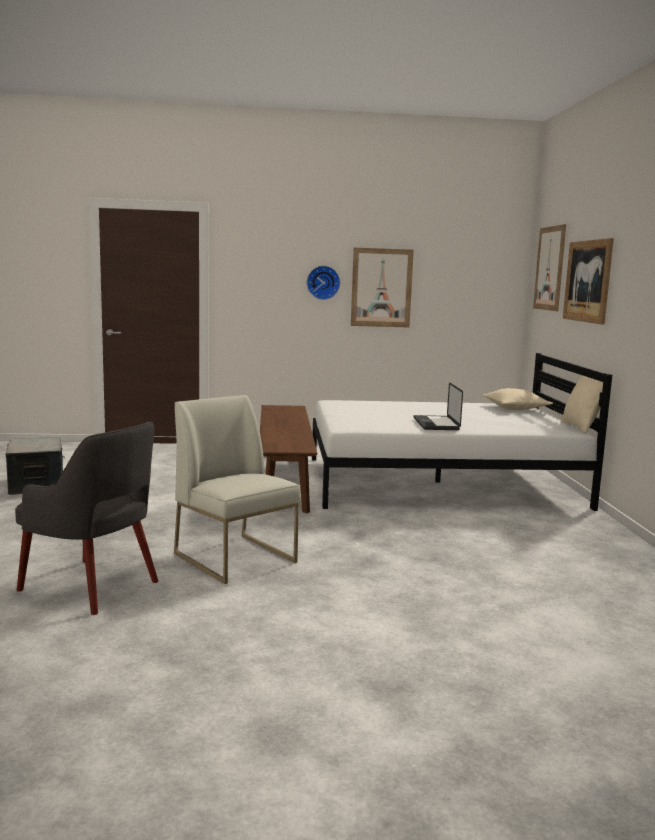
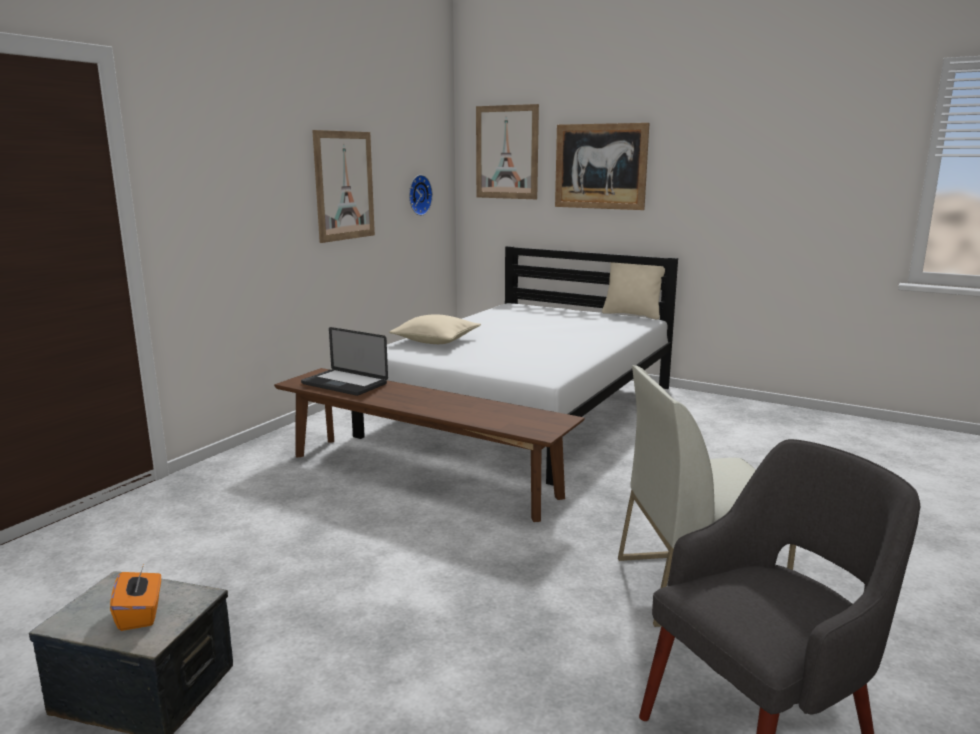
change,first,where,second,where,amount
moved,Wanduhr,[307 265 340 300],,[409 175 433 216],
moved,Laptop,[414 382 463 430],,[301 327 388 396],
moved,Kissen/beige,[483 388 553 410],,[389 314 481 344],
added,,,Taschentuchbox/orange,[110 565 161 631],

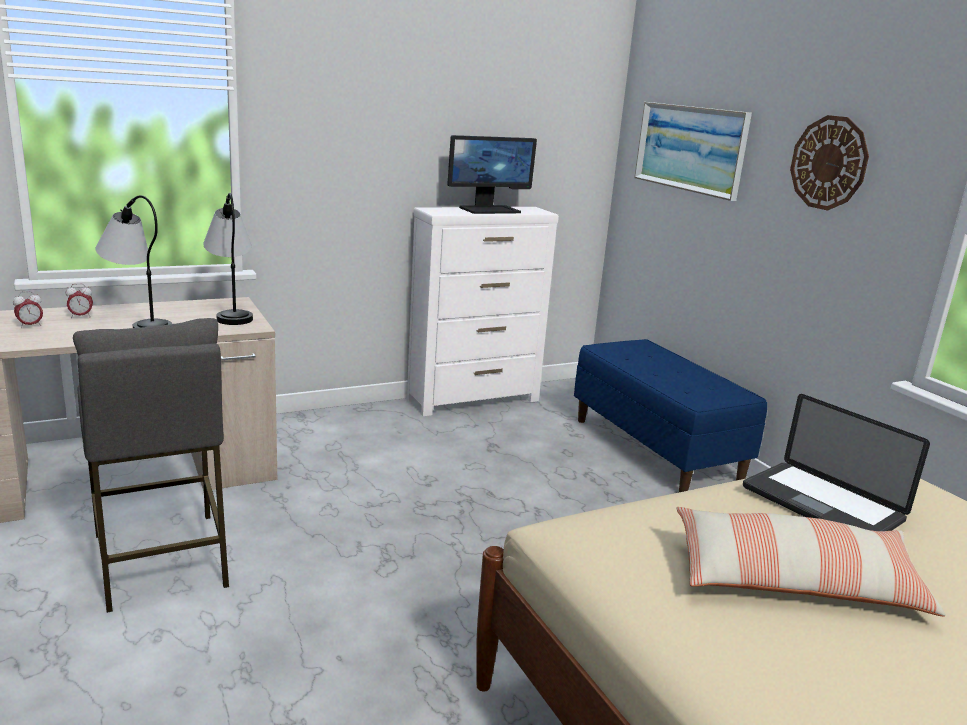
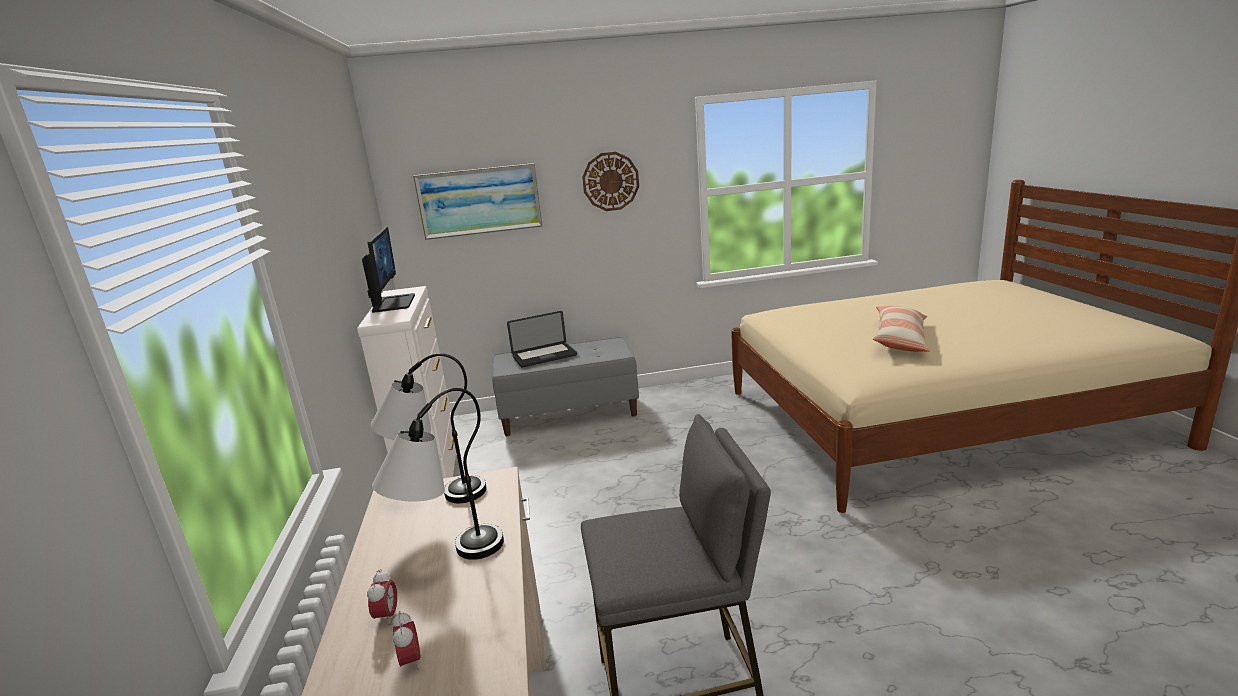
change,first,where,second,where,amount
recoloured,Bank/blau,[574 339 767 492],Bank/grau,[492 337 639 436],
moved,Laptop,[743 394 930 531],,[507 311 577 367],

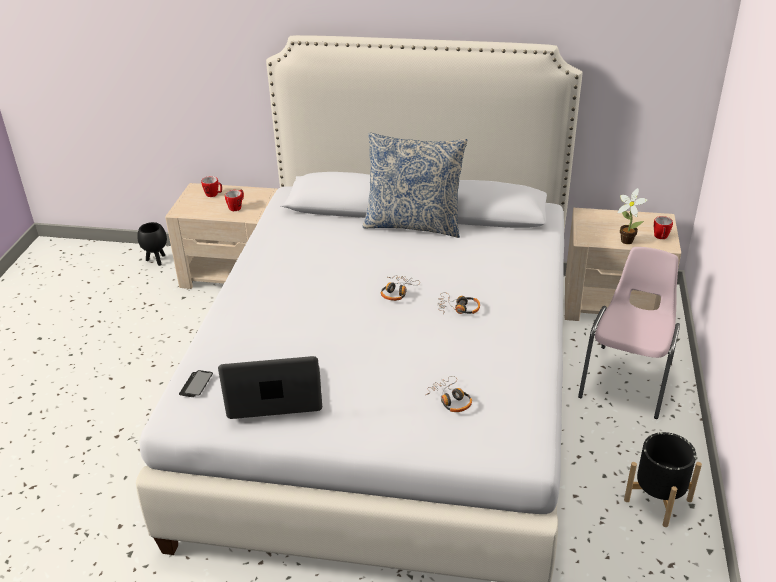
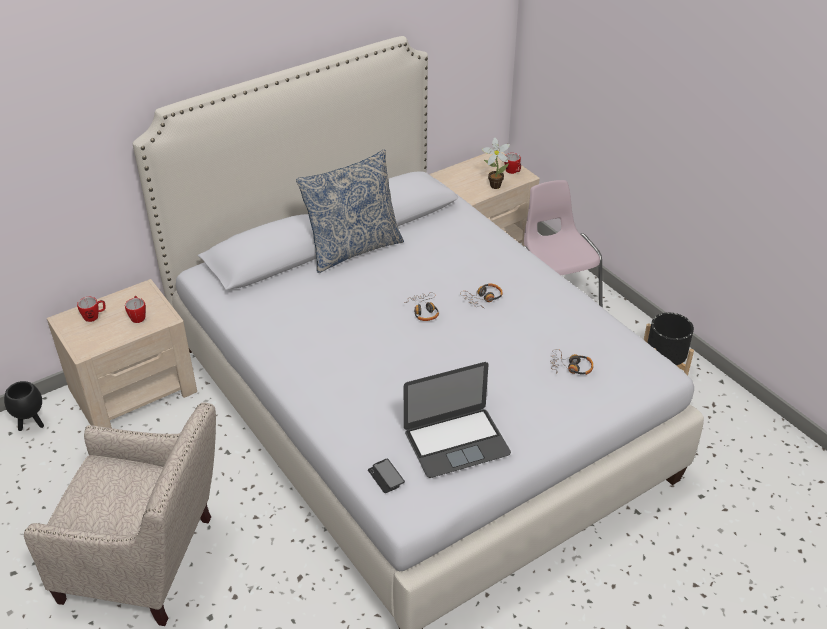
change,first,where,second,where,amount
turned,Laptop,[218 356 322 419],,[404 362 511 478],150 degrees counterclockwise
added,,,Sessel/beige,[24 402 216 626],

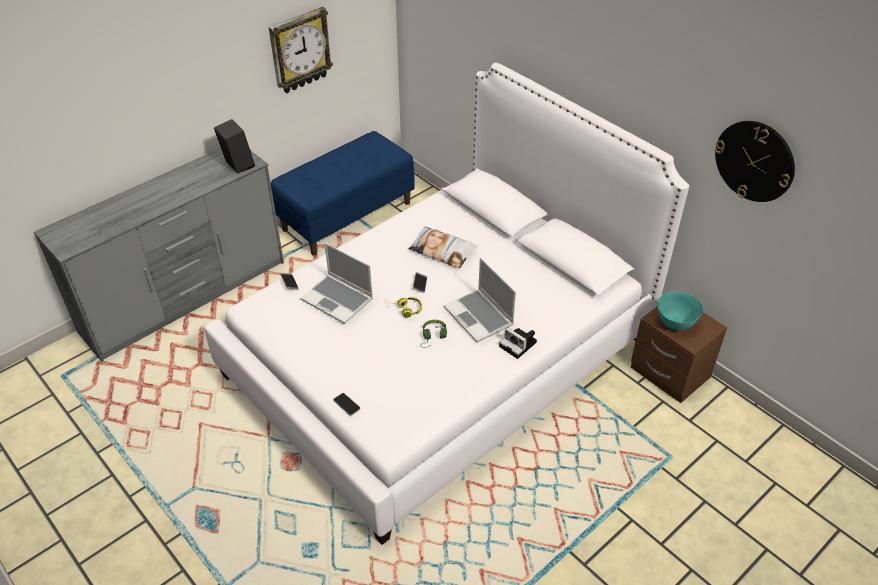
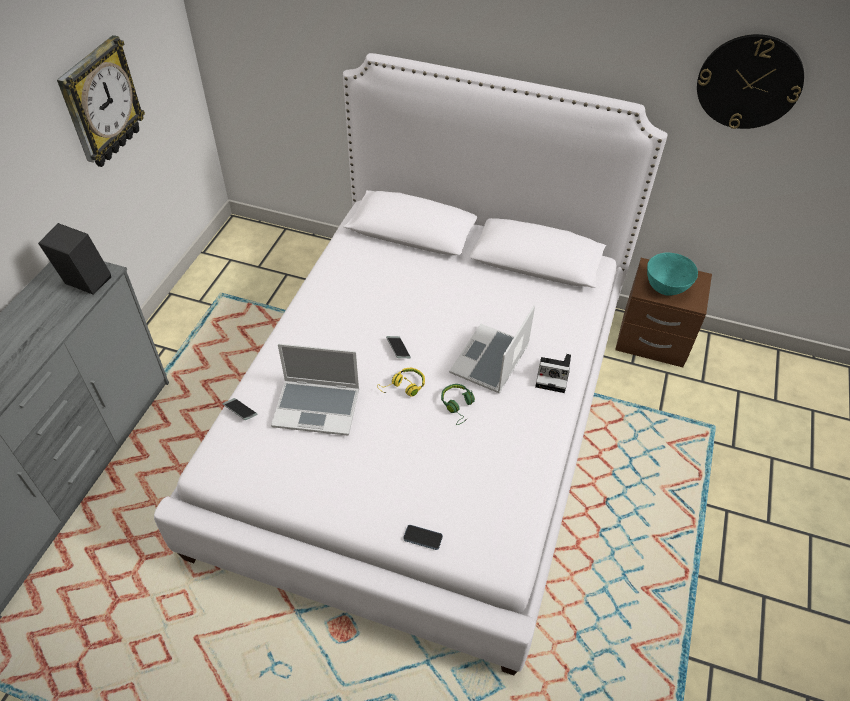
change,first,where,second,where,amount
removed,Bank/blau,[271 131 415 255],,,
removed,Kissen,[409 227 478 268],,,
turned,Laptop,[444 257 516 342],,[449 305 535 394],90 degrees clockwise

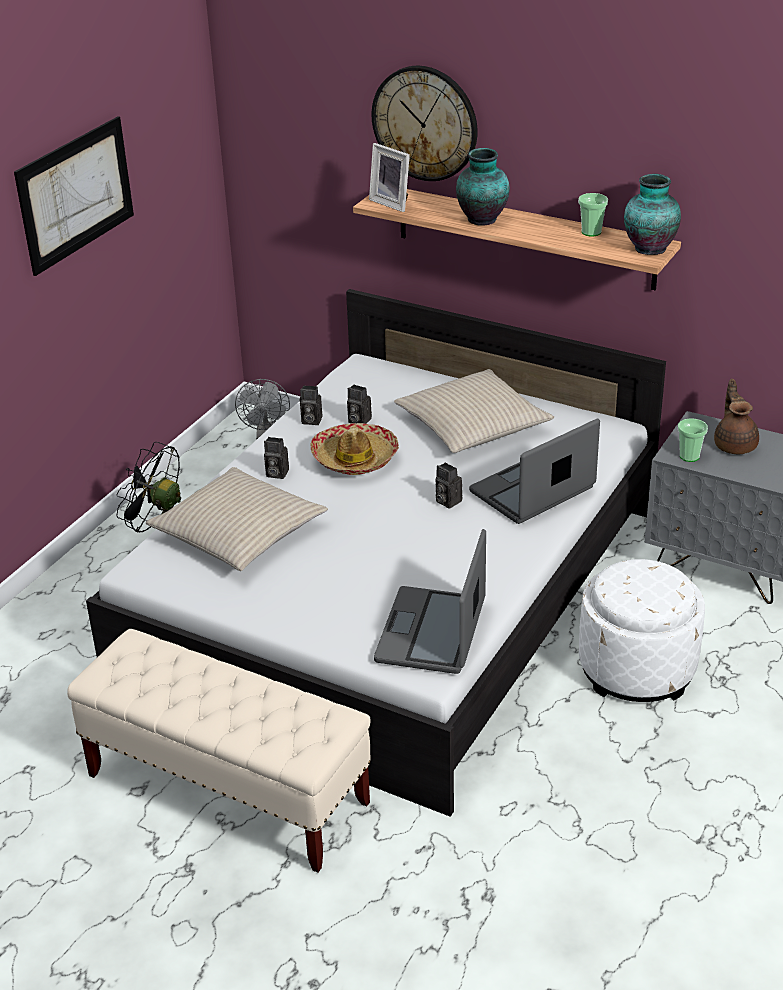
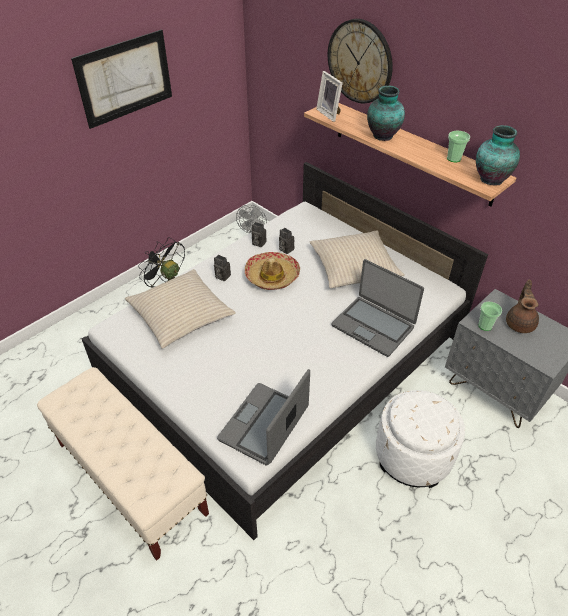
change,first,where,second,where,amount
turned,Laptop,[469 418 600 524],,[332 259 424 357],120 degrees counterclockwise
removed,Kamera,[435 462 462 509],,,

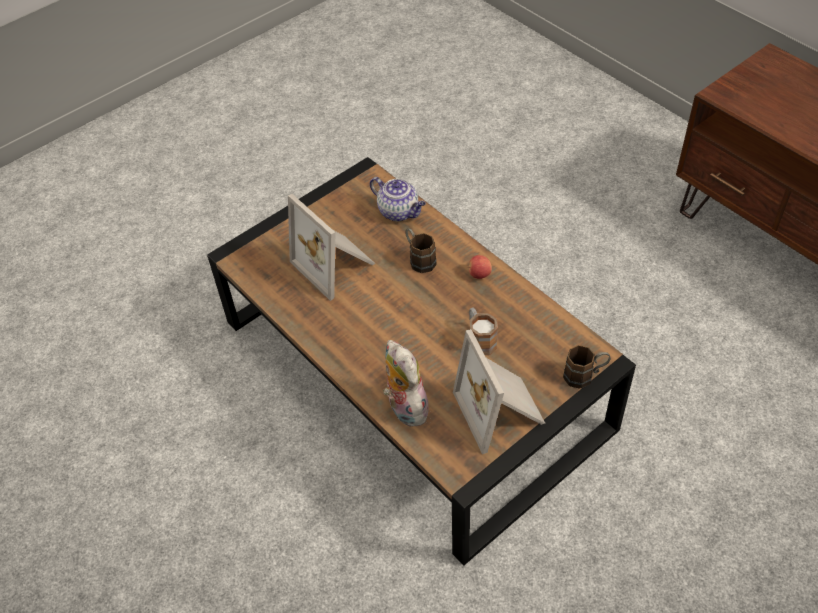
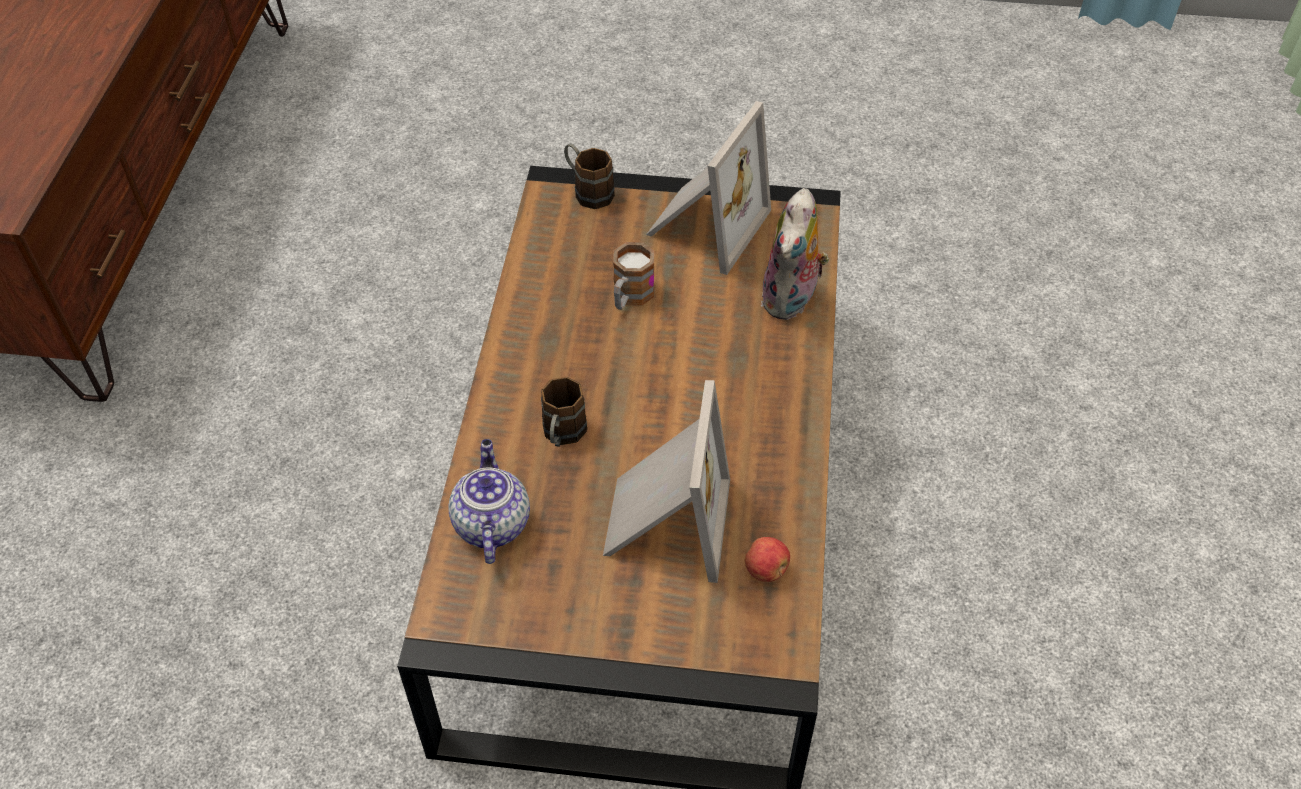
change,first,where,second,where,amount
moved,Apfel,[468 255 492 279],,[745 537 790 582],

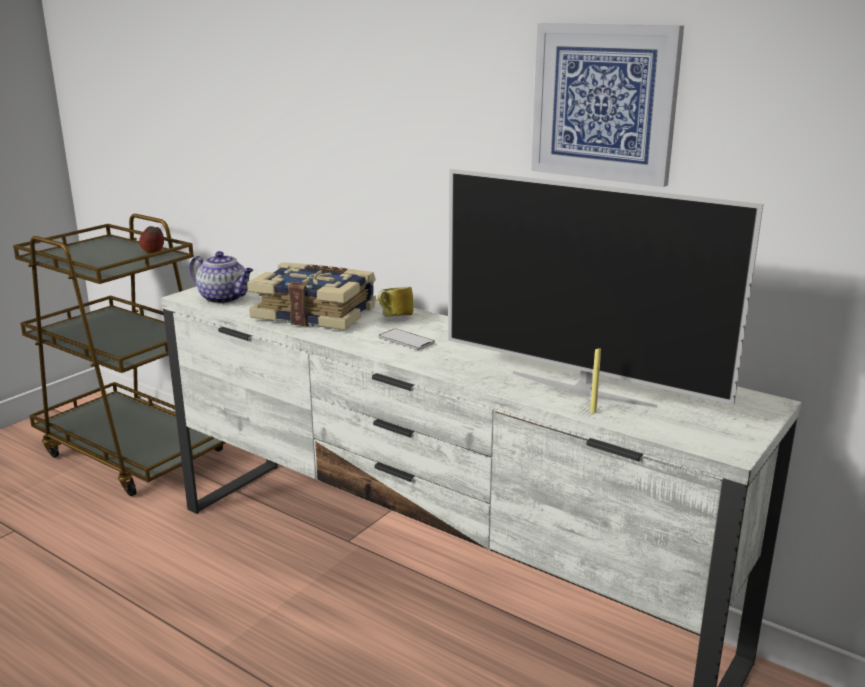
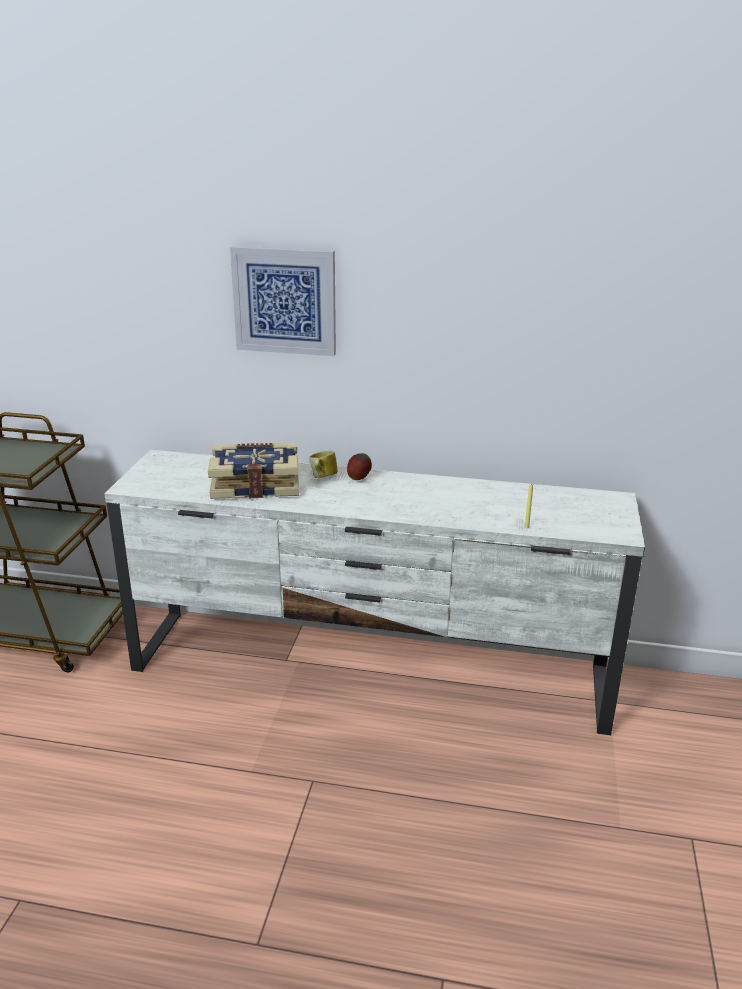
change,first,where,second,where,amount
moved,Bild,[531 23 684 187],,[230 246 336 356],
removed,Fernseher,[448 169 764 408],,,
moved,Apfel,[139 226 164 254],,[347 453 372 480],
removed,Teekanne,[189 251 253 304],,,
removed,Handy,[378 329 435 350],,,

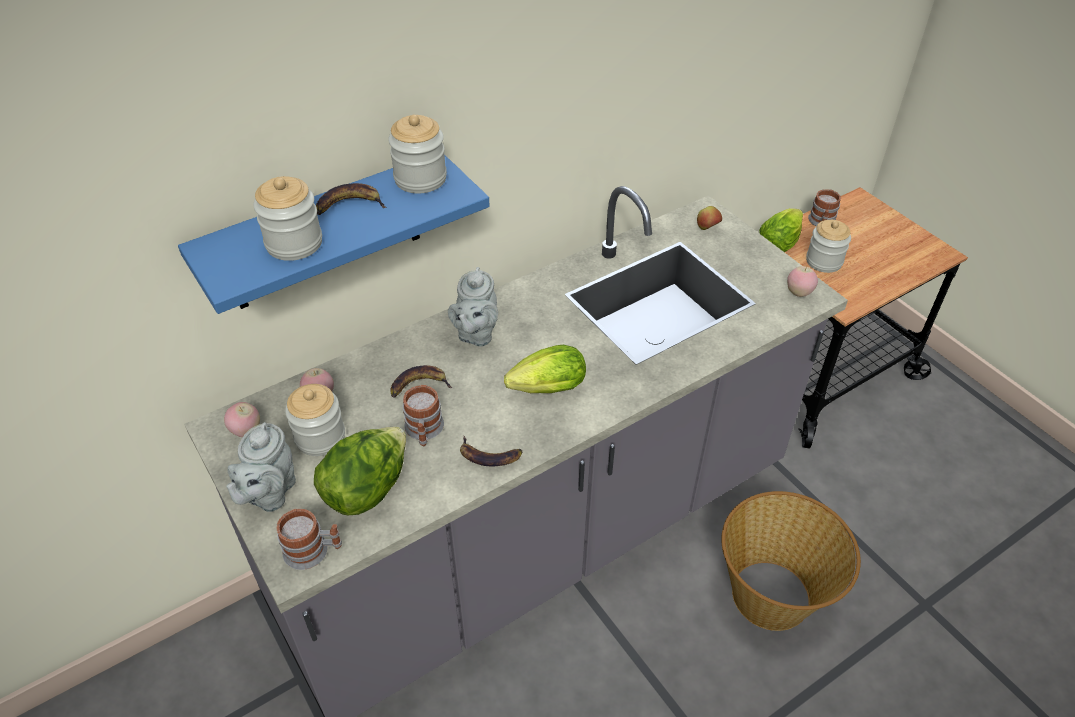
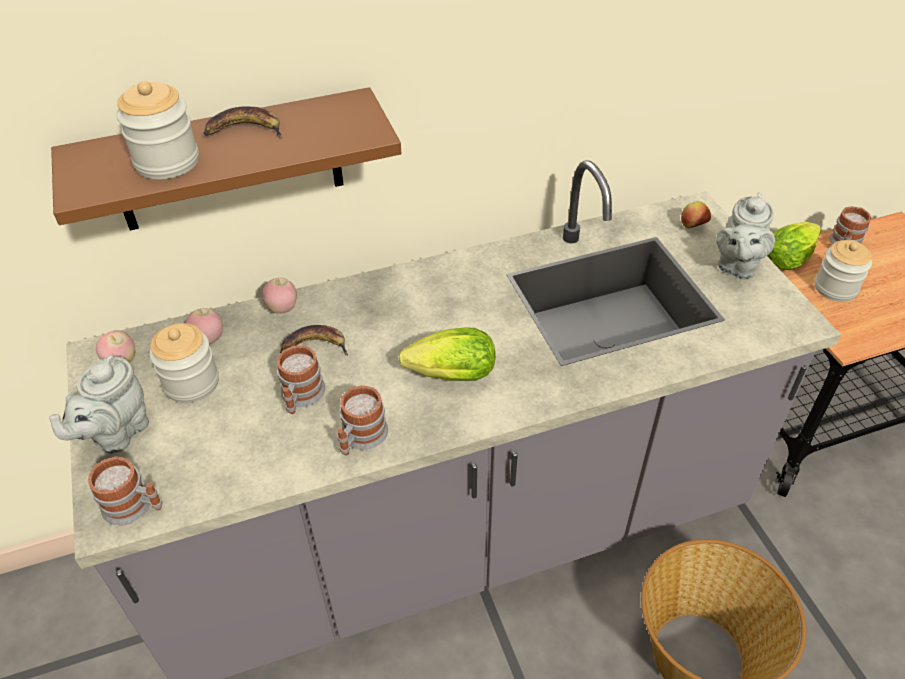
change,first,where,second,where,amount
removed,Vorratsglas,[388 115 447 193],,,
recoloured,Wandregal/blau,[178 154 490 314],Wandregal/braun,[51 87 401 230],
moved,Apfel,[787 266 818 297],,[262 278 297 313],
moved,Teekanne/grau,[448 267 498 347],,[716 192 775 280],
removed,Salatkopf,[314 427 406 515],,,
replaced,Banane,[460 436 522 466],Henkelbecher,[337 385 388 455],

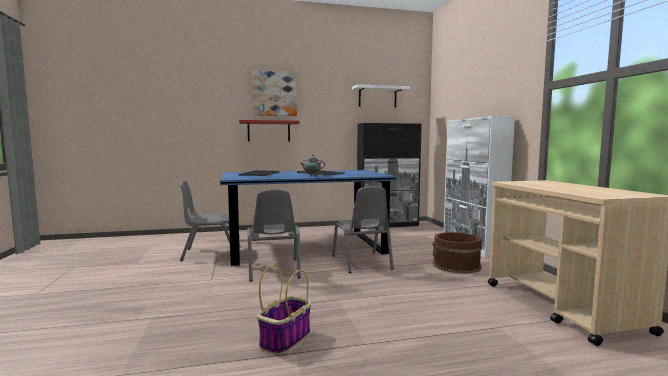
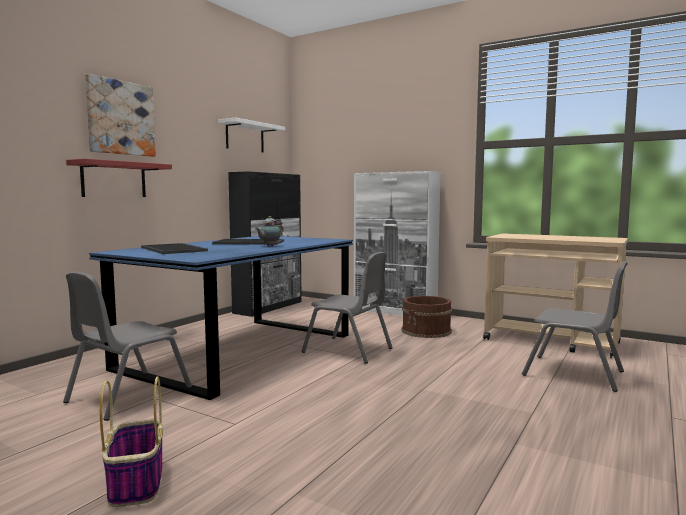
change,first,where,second,where,amount
moved,Stuhl/grau,[247 189 301 282],,[522 261 627 392],
moved,Korb,[257 264 311 355],,[100 376 163 507],

